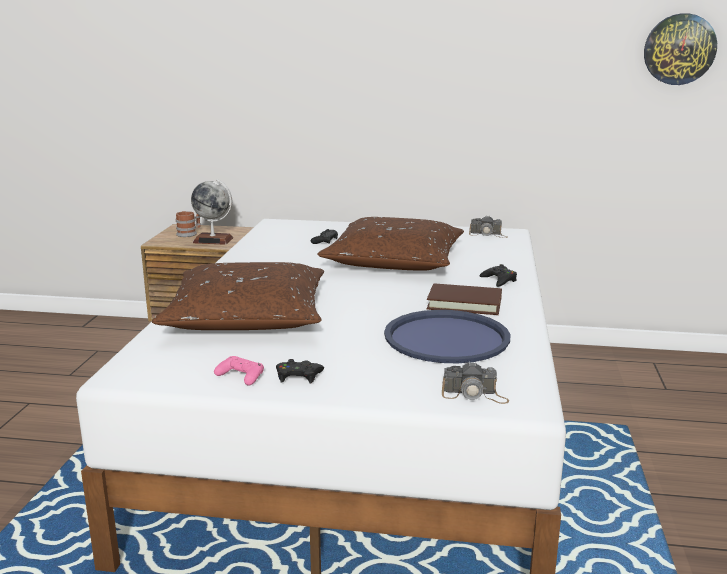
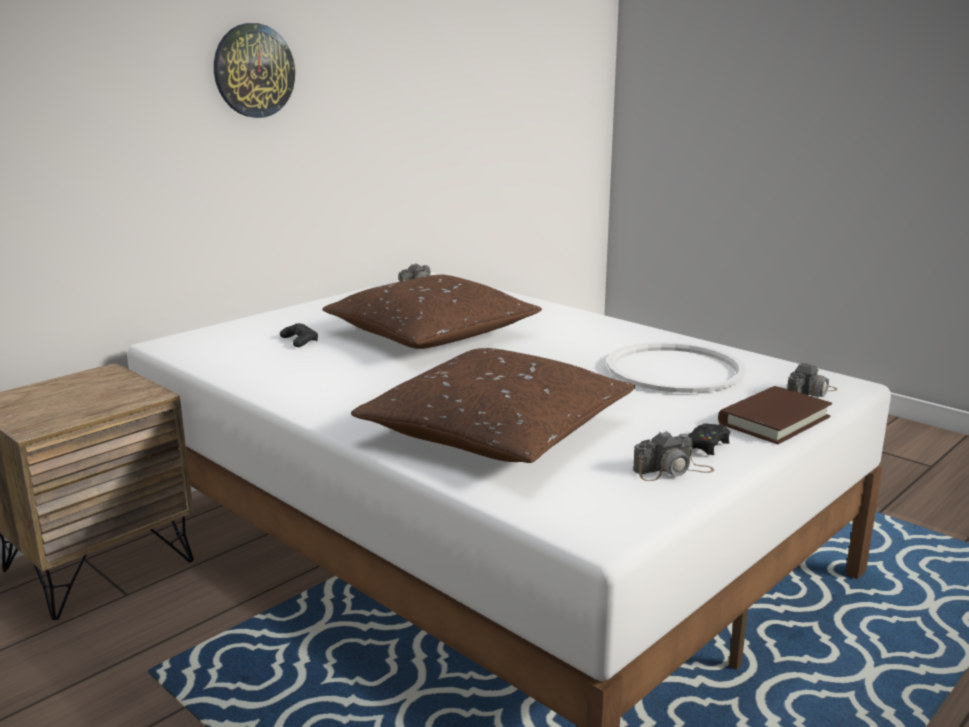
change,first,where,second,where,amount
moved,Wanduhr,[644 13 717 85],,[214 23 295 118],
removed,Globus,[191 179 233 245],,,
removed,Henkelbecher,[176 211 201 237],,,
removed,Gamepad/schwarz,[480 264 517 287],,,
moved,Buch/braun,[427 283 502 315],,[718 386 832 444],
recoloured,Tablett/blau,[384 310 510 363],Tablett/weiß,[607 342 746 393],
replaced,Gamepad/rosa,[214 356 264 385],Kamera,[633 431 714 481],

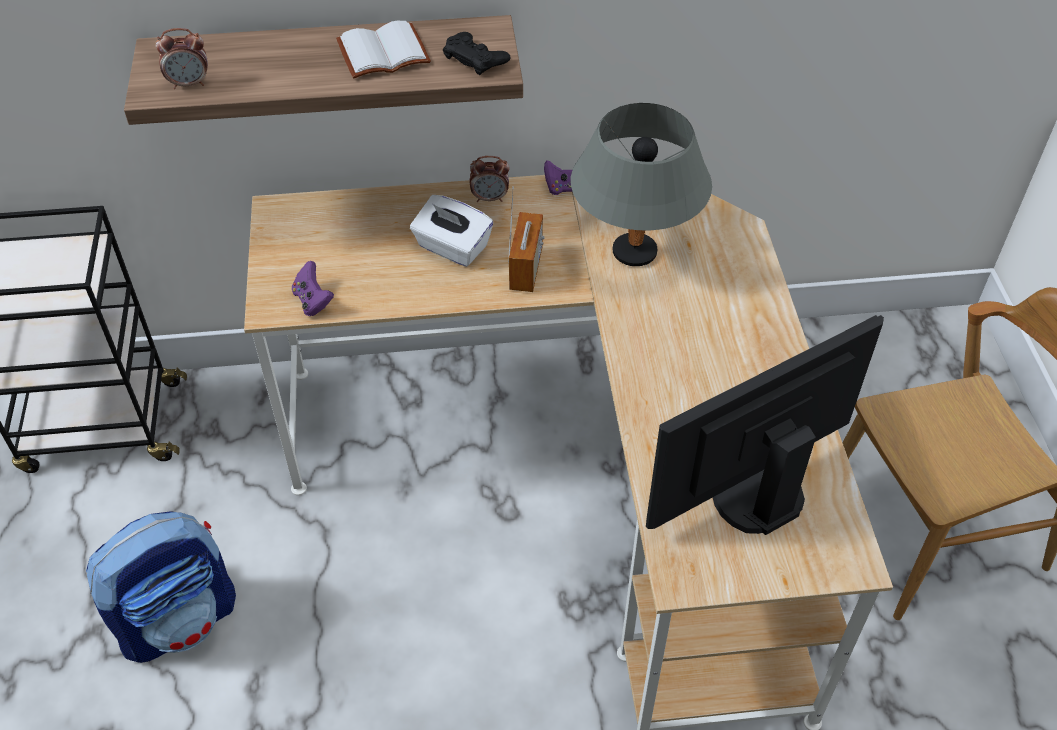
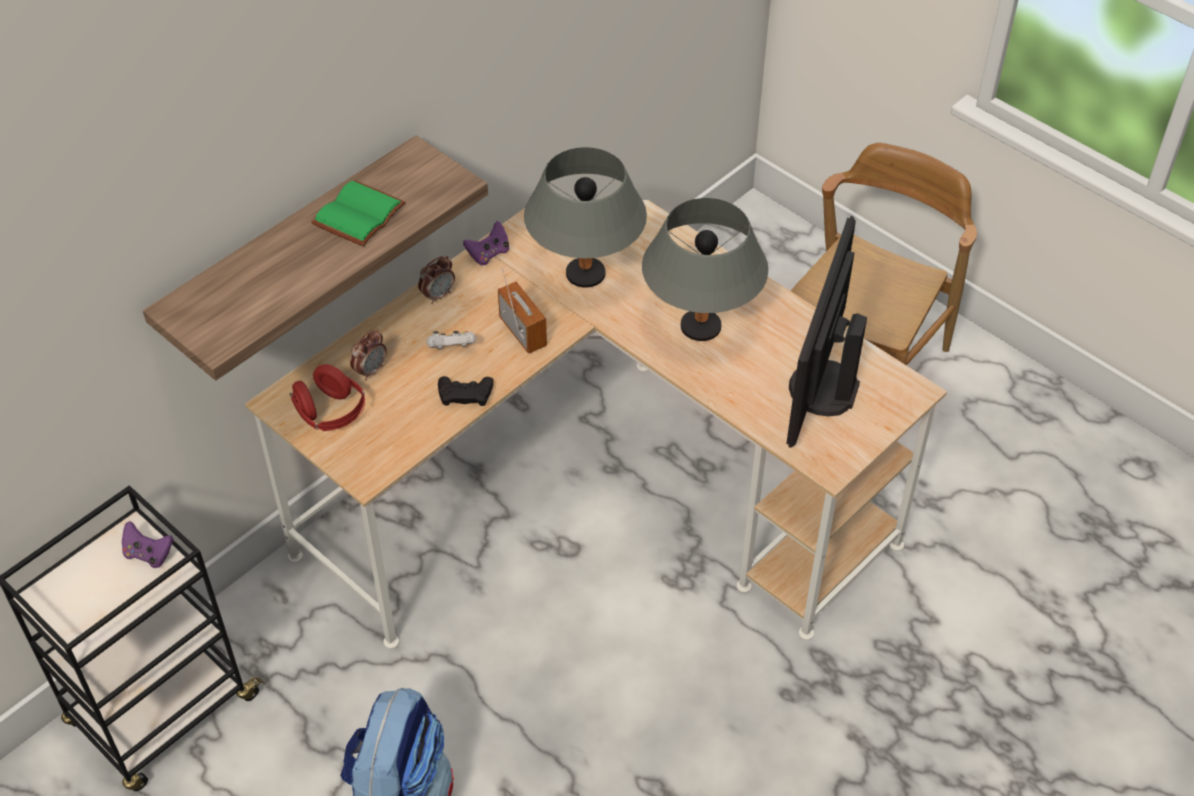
change,first,where,second,where,amount
recoloured,Buch/weiß,[336 21 431 79],Buch/grün,[311 180 406 246],
moved,Wecker,[156 28 208 89],,[350 330 387 380],
moved,Gamepad/schwarz,[443 32 511 75],,[438 376 494 406],
replaced,Taschentuchbox/weiß,[410 195 493 267],Gamepad/weiß,[426 331 476 350],
moved,Gamepad/lila,[292 261 334 316],,[122 521 173 568],
added,,,Tischlampe/grau,[642 198 768 341],
added,,,Kopfhörer/rot,[290 364 365 431],

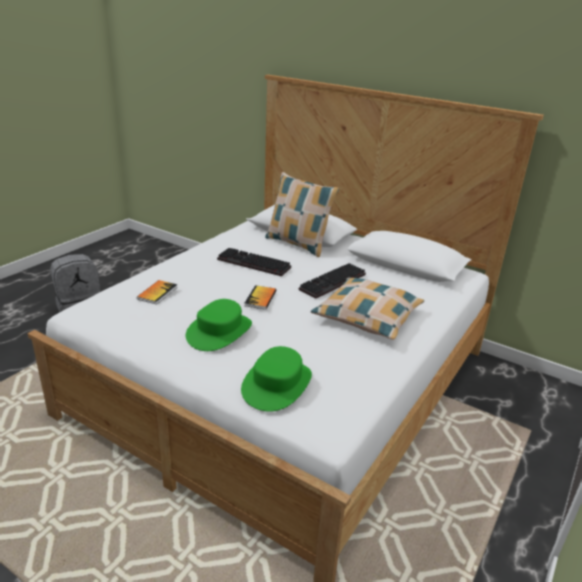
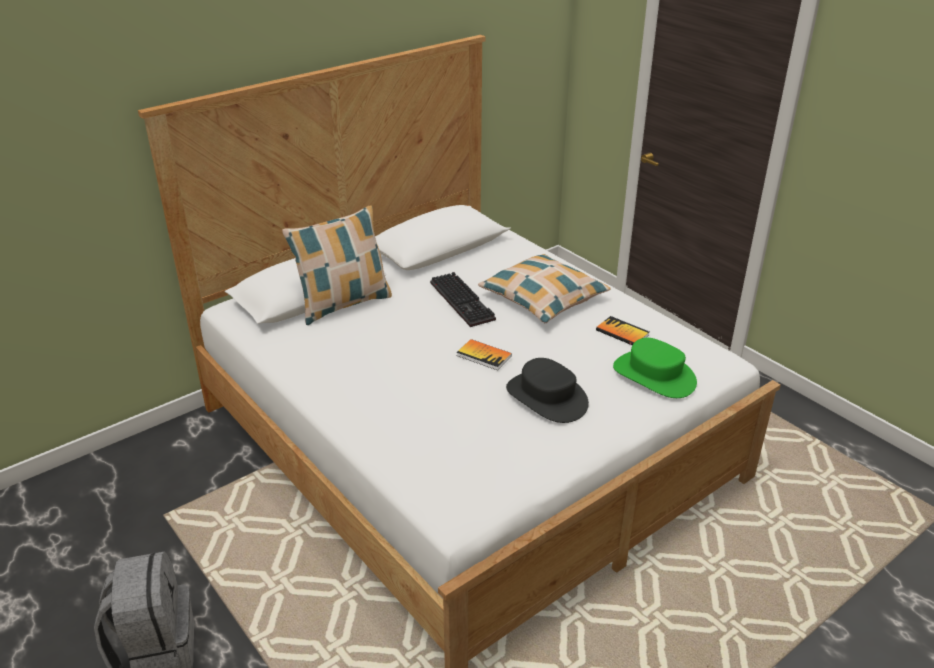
change,first,where,second,where,amount
removed,Tastatur,[217 248 291 276],,,
moved,Buch,[137 280 178 304],,[596 316 649 345],
recoloured,Hut/grün,[186 299 252 351],Hut/schwarz,[506 358 589 423],

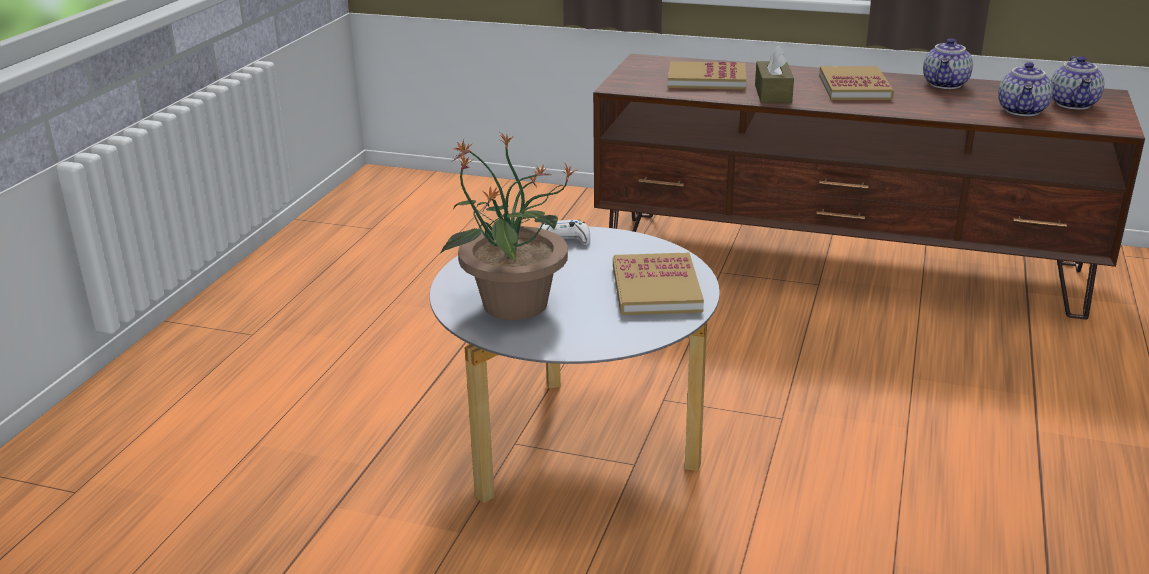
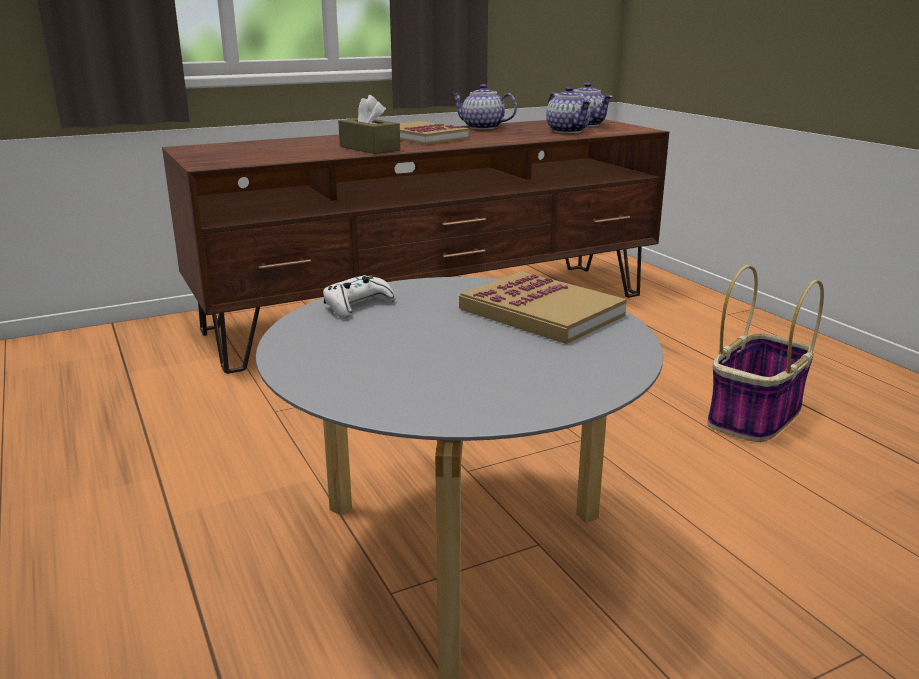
change,first,where,second,where,amount
turned,Teekanne,[923 38 973 89],,[451 84 517 130],135 degrees clockwise
removed,Buch,[668 61 746 90],,,
removed,Topfpflanze,[440 132 577 320],,,
added,,,Korb,[707 265 824 442],

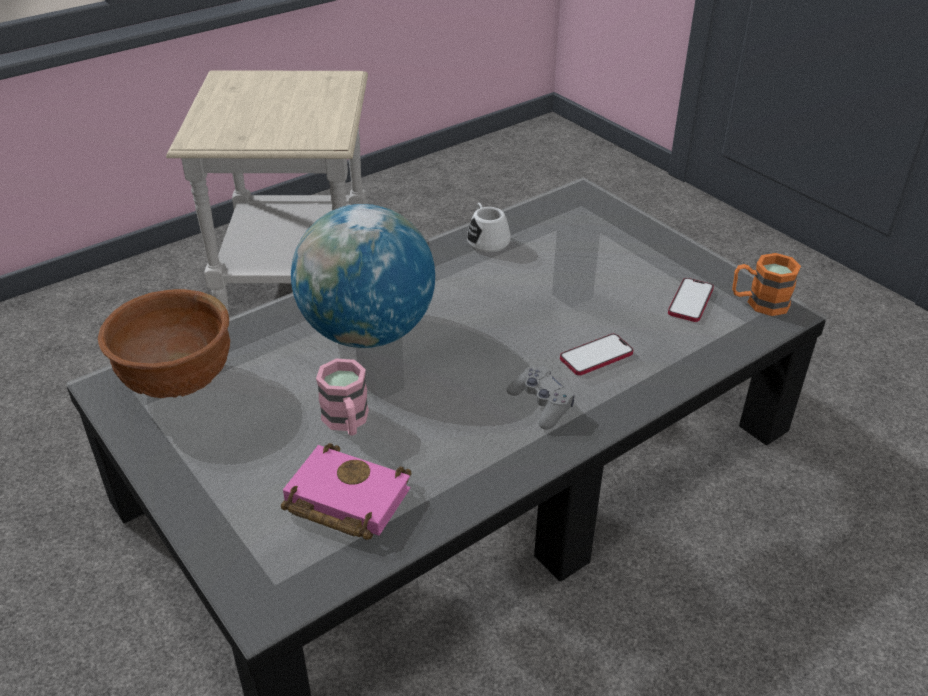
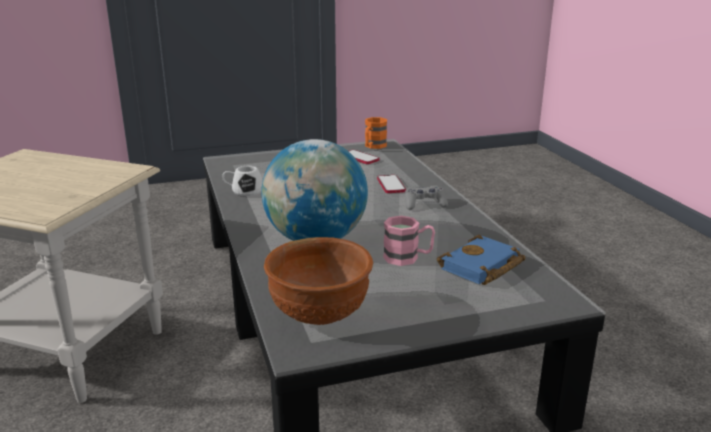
change,first,where,second,where,amount
recoloured,Buch/rosa,[281 443 411 540],Buch/blau,[437 235 526 285],

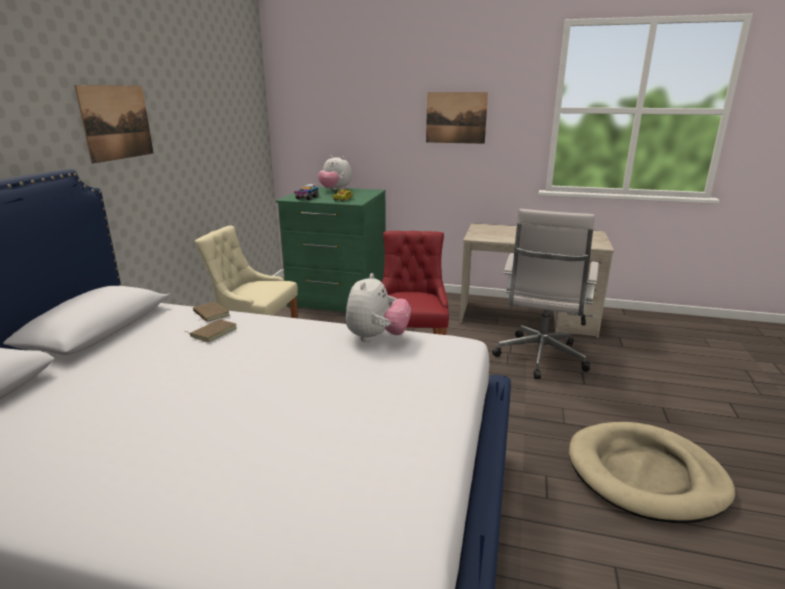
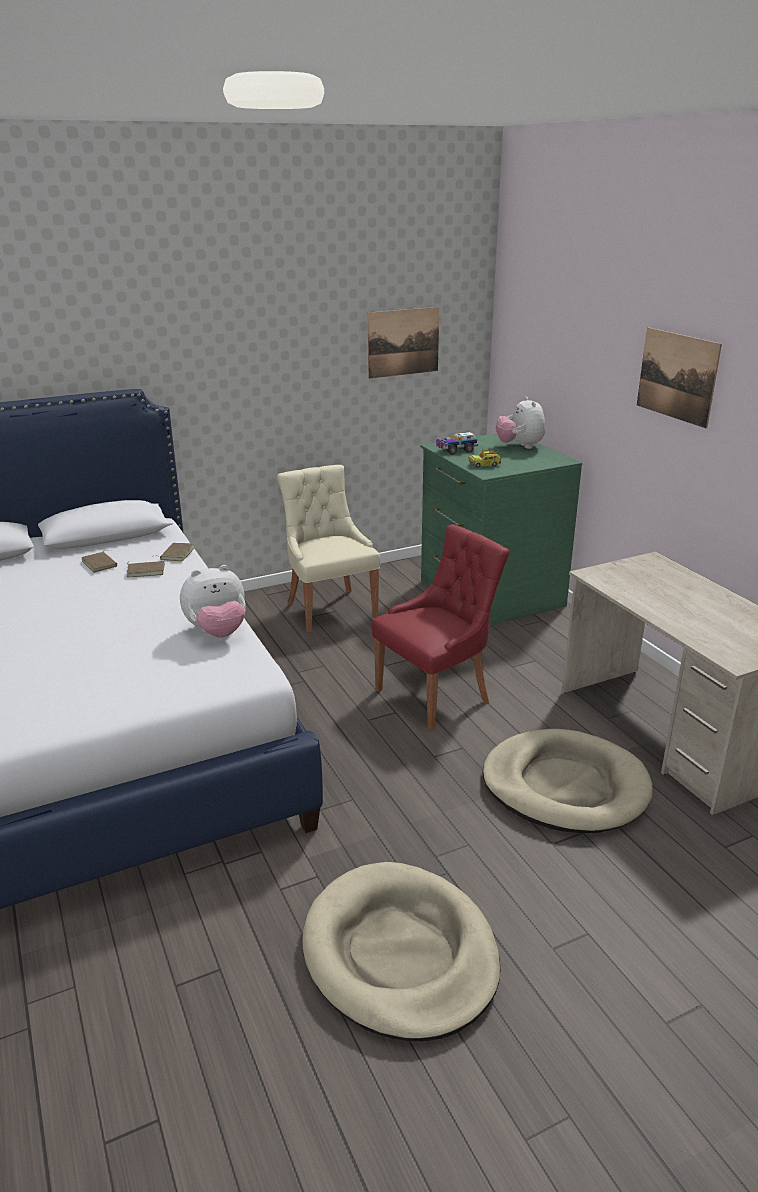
change,first,where,second,where,amount
moved,Bild,[75 85 154 164],,[368 307 440 379],
replaced,Bürostuhl/weiß,[492 209 599 379],Hundebett/beige,[483 729 653 833],
added,,,Buch/braun,[81 550 117 572],

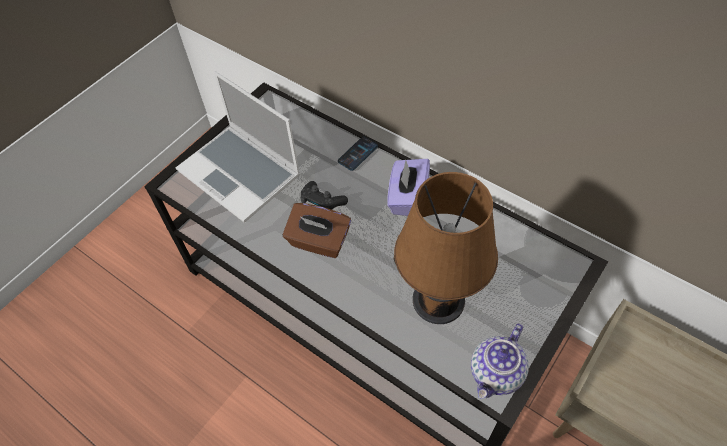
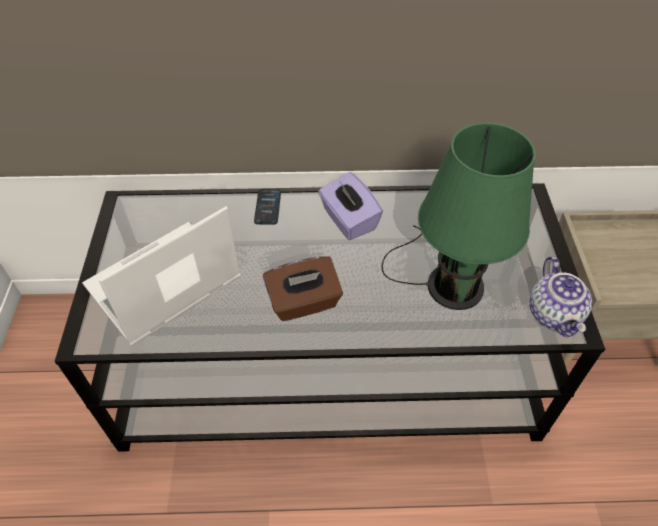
change,first,where,second,where,amount
turned,Laptop,[176 71 300 223],,[82 206 241 346],135 degrees clockwise
recoloured,Tischlampe/braun,[394 172 498 324],Tischlampe/grün,[382 123 536 310],
removed,Gamepad/schwarz,[300 181 348 210],,,

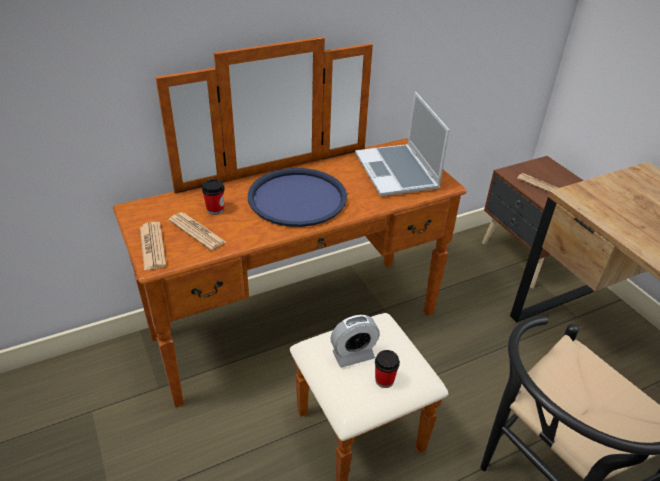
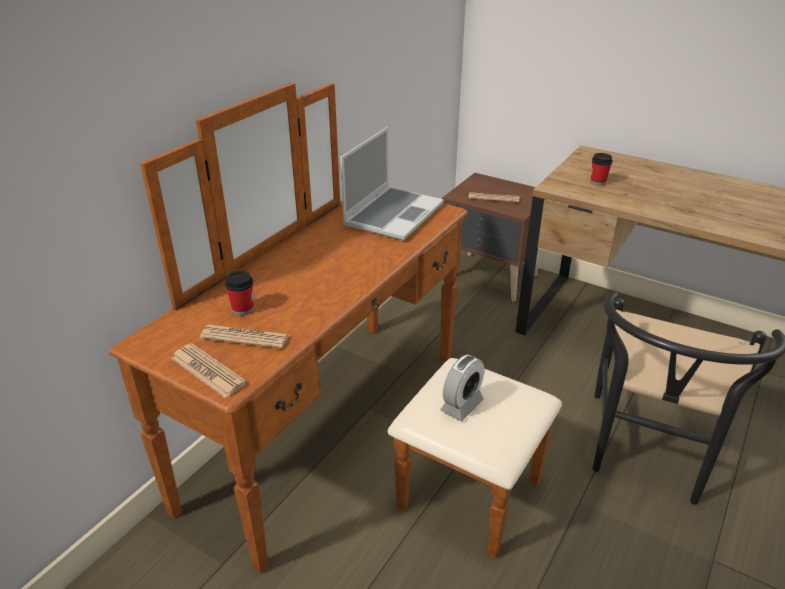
change,first,where,second,where,amount
turned,Laptop,[355 92 450 196],,[340 127 444 241],105 degrees counterclockwise
removed,Tablett/blau,[248 168 347 227],,,
moved,Tasse,[375 350 400 388],,[590 153 613 186],

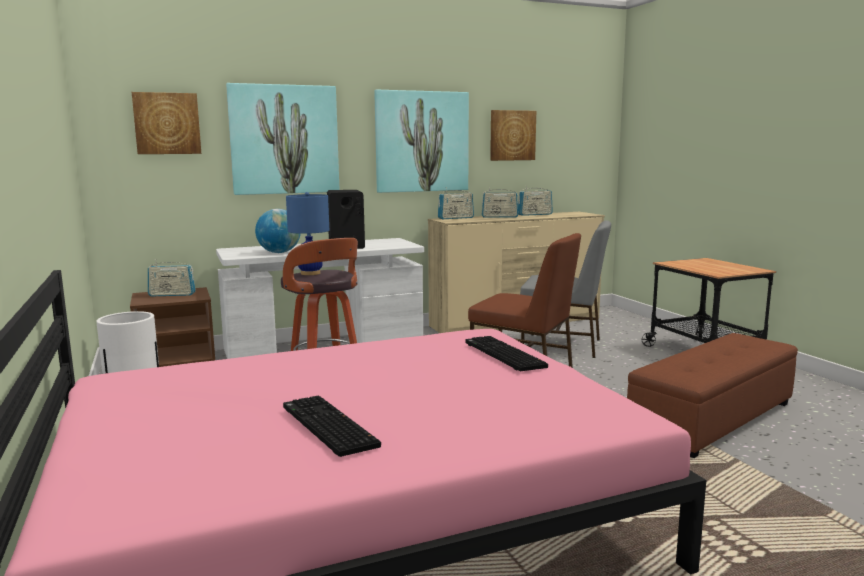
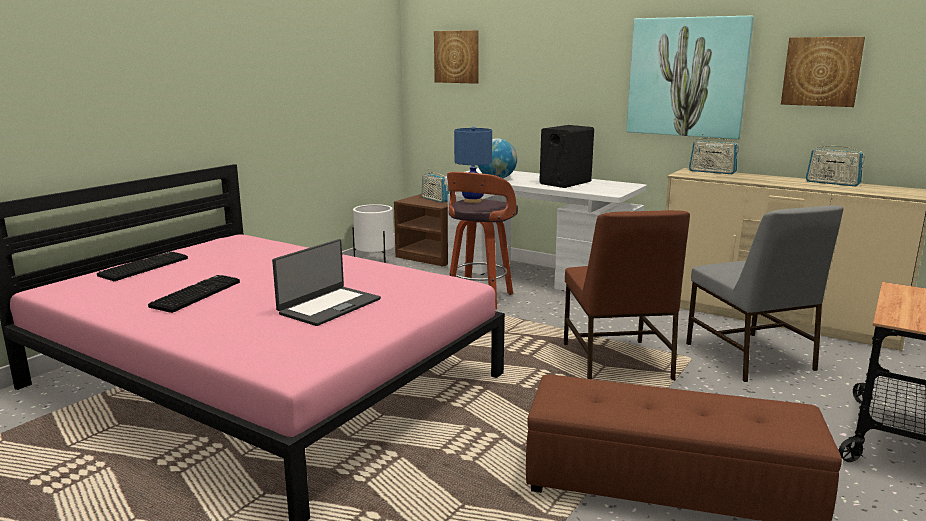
change,first,where,second,where,amount
removed,Bild,[226 83 339 195],,,
removed,Radio,[482 186 518 217],,,
moved,Tastatur,[465 336 548 371],,[97 252 188 281],
added,,,Laptop,[272 239 381 326],

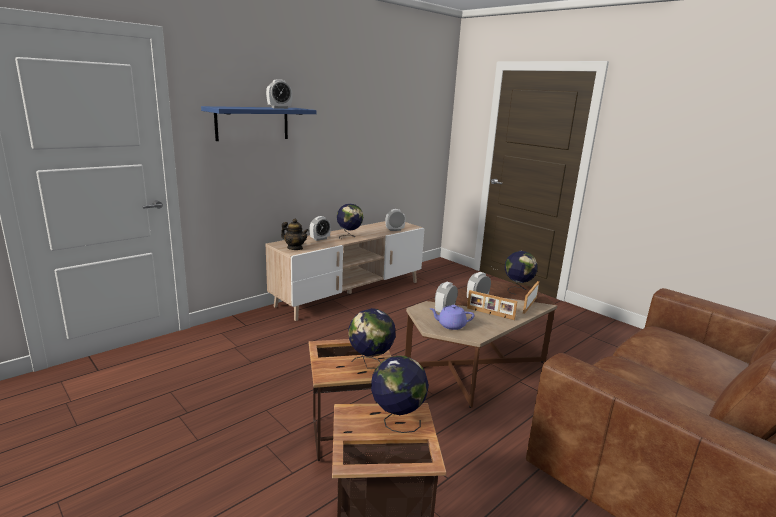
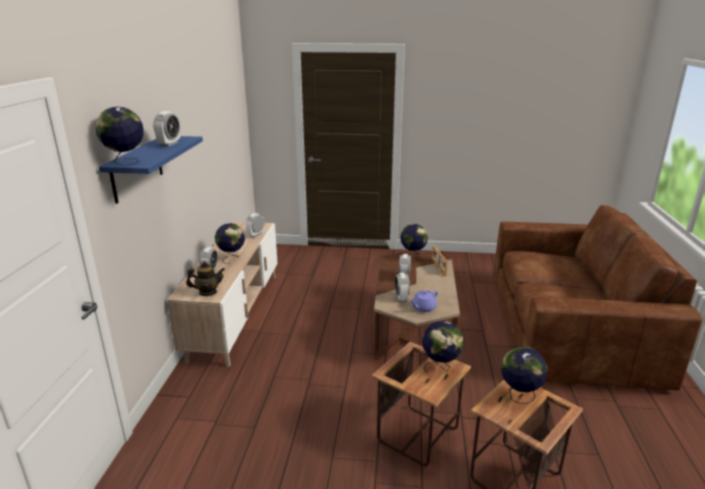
change,first,where,second,where,amount
removed,Bilderrahmen,[467 290 518 320],,,
added,,,Globus,[96 107 144 166],

